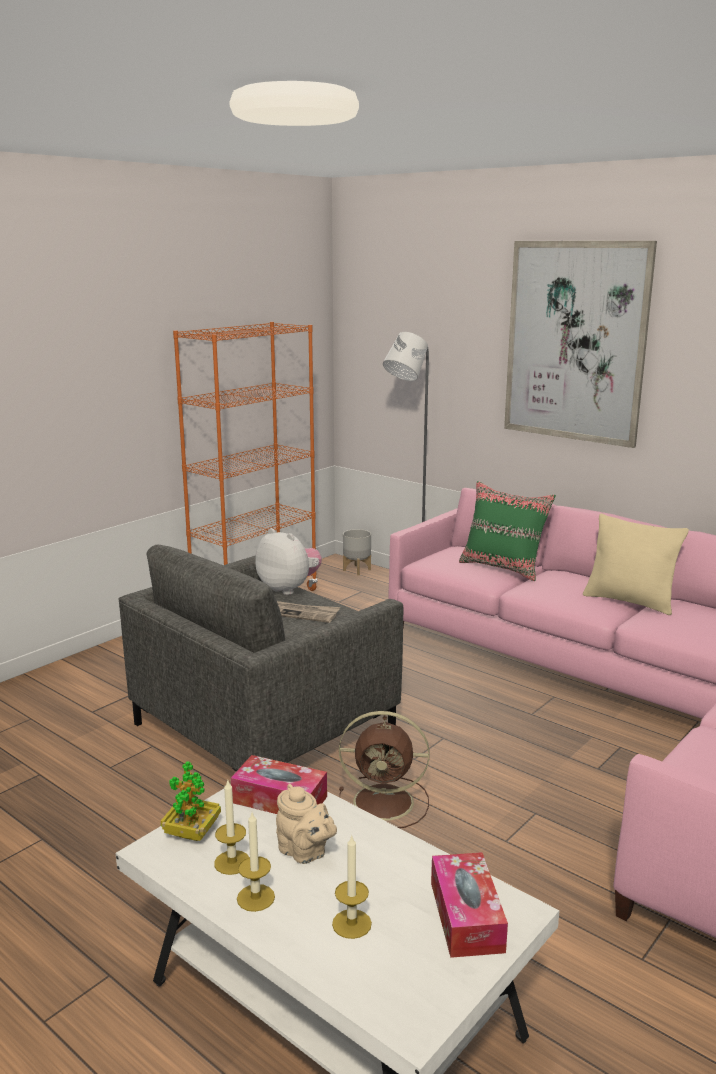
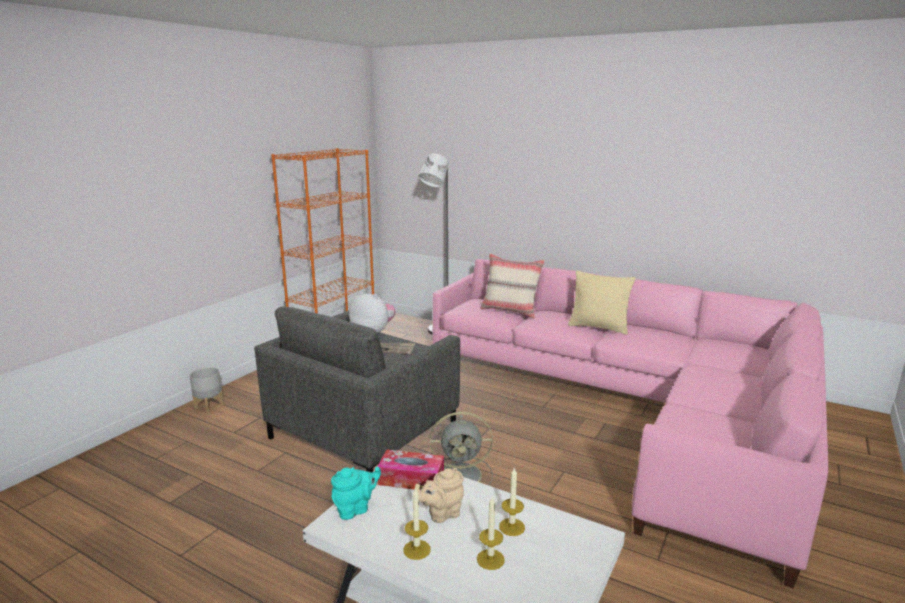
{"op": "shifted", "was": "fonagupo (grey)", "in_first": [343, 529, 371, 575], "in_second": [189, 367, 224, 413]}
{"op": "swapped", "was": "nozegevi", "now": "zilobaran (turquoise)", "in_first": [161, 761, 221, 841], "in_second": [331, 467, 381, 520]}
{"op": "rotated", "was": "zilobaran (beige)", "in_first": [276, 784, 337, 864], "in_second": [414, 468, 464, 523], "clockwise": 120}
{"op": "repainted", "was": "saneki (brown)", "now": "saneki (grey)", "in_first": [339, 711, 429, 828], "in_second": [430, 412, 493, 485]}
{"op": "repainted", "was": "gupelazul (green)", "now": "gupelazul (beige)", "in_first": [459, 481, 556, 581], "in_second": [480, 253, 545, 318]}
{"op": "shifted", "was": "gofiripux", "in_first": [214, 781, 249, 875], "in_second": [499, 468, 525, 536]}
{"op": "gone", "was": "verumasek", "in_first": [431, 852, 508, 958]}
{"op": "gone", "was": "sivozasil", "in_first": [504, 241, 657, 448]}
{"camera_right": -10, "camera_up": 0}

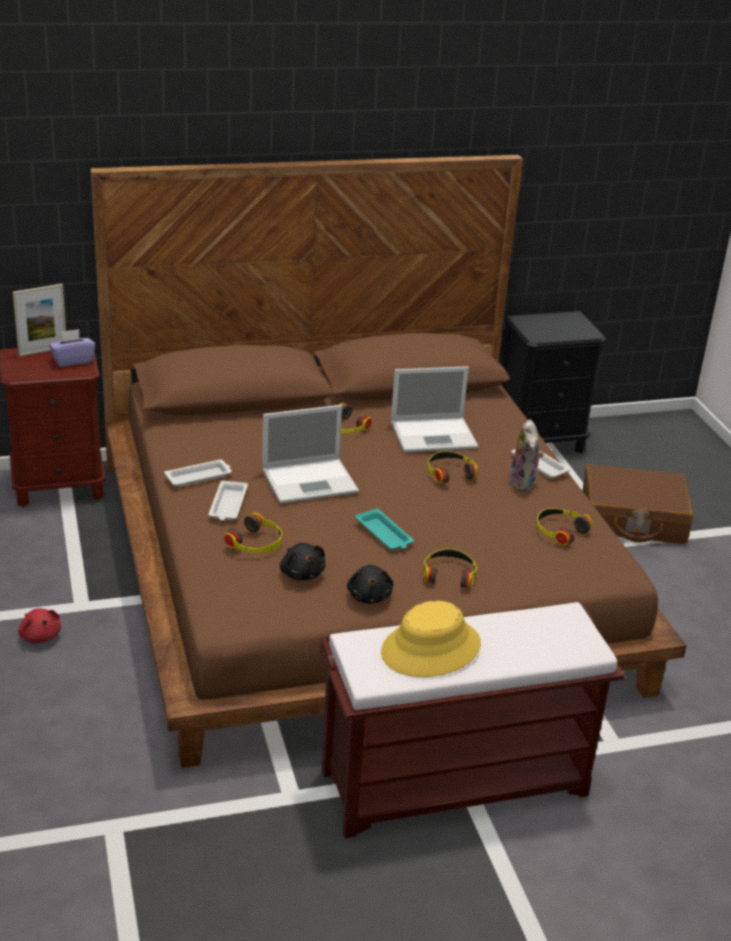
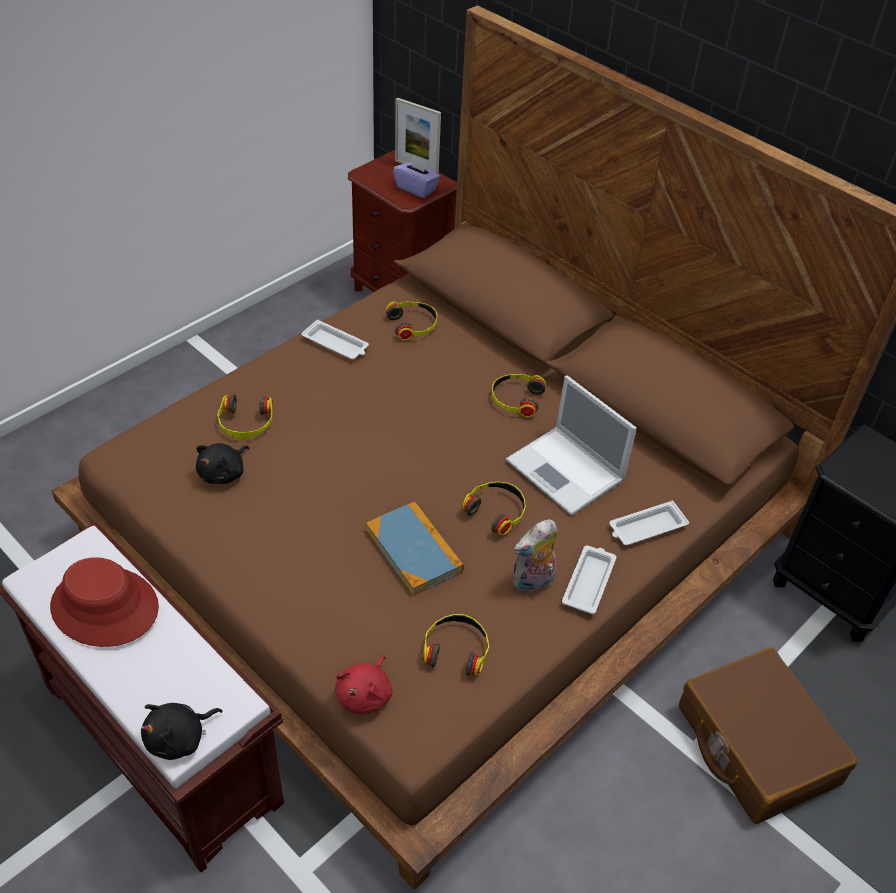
{"op": "repainted", "was": "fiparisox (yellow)", "now": "fiparisox (red)", "in_first": [381, 601, 481, 677], "in_second": [50, 557, 159, 647]}
{"op": "shifted", "was": "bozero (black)", "in_first": [347, 565, 393, 603], "in_second": [141, 703, 222, 760]}
{"op": "shifted", "was": "bozero (red)", "in_first": [18, 608, 61, 644], "in_second": [335, 655, 393, 714]}
{"op": "new", "now": "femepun", "in_second": [366, 501, 464, 596]}
{"op": "shifted", "was": "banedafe", "in_first": [424, 549, 477, 588], "in_second": [386, 301, 438, 341]}
{"op": "shifted", "was": "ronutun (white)", "in_first": [209, 480, 248, 520], "in_second": [609, 500, 689, 546]}
{"op": "gone", "was": "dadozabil", "in_first": [262, 405, 359, 504]}
{"op": "gone", "was": "ronutun (turquoise)", "in_first": [355, 508, 414, 550]}
{"camera_right": 60, "camera_up": 15}

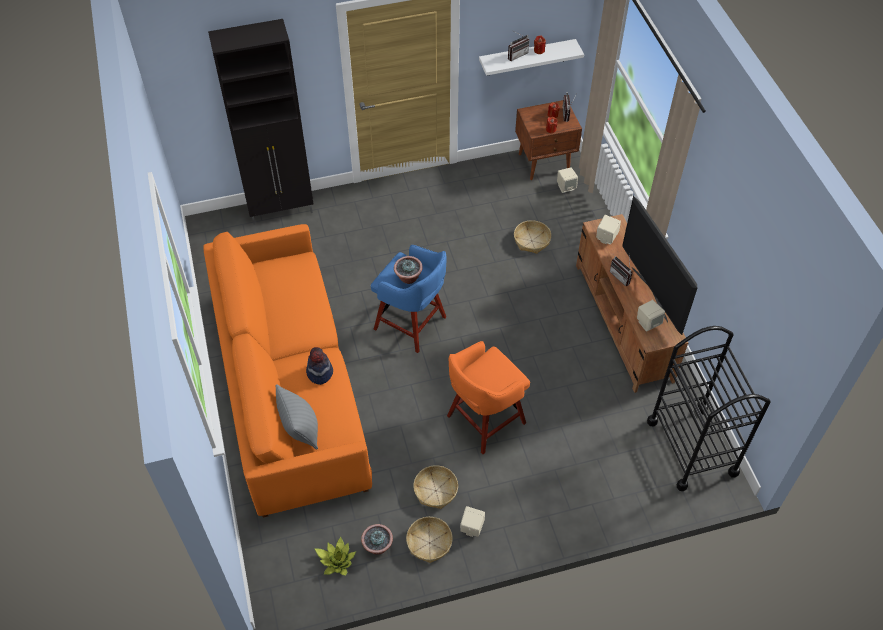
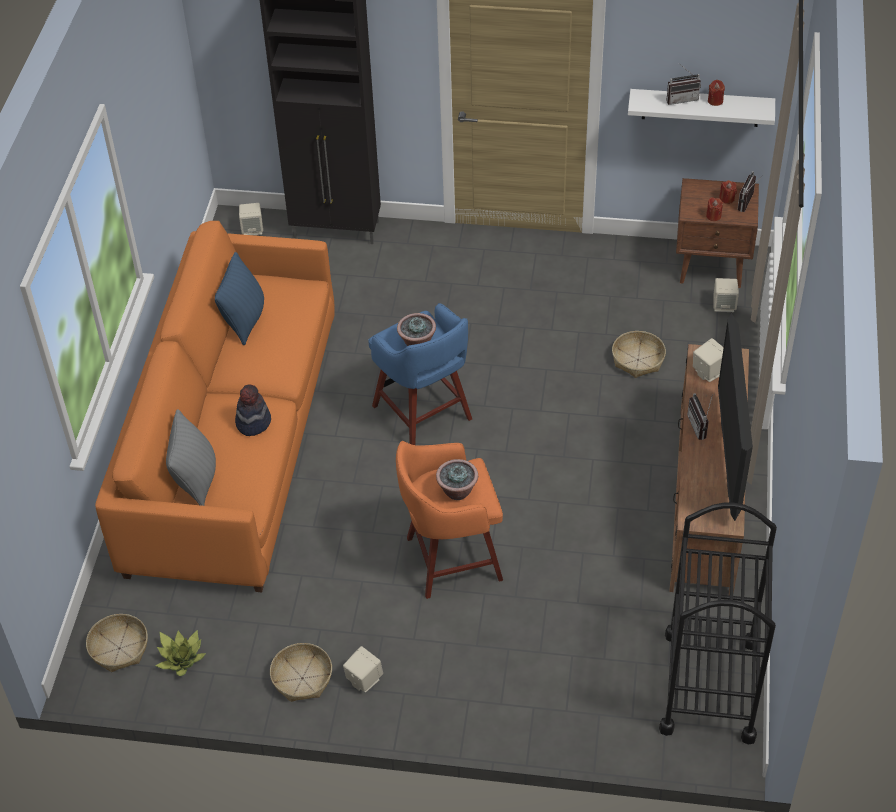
{"op": "shifted", "was": "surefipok", "in_first": [413, 465, 458, 509], "in_second": [86, 614, 148, 672]}
{"op": "new", "now": "gupelazul (blue)", "in_second": [215, 252, 264, 345]}
{"op": "shifted", "was": "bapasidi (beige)", "in_first": [637, 300, 665, 332], "in_second": [239, 203, 263, 235]}
{"op": "shifted", "was": "nozegevi", "in_first": [361, 524, 393, 555], "in_second": [436, 459, 478, 500]}
{"camera_right": 25, "camera_up": -5}

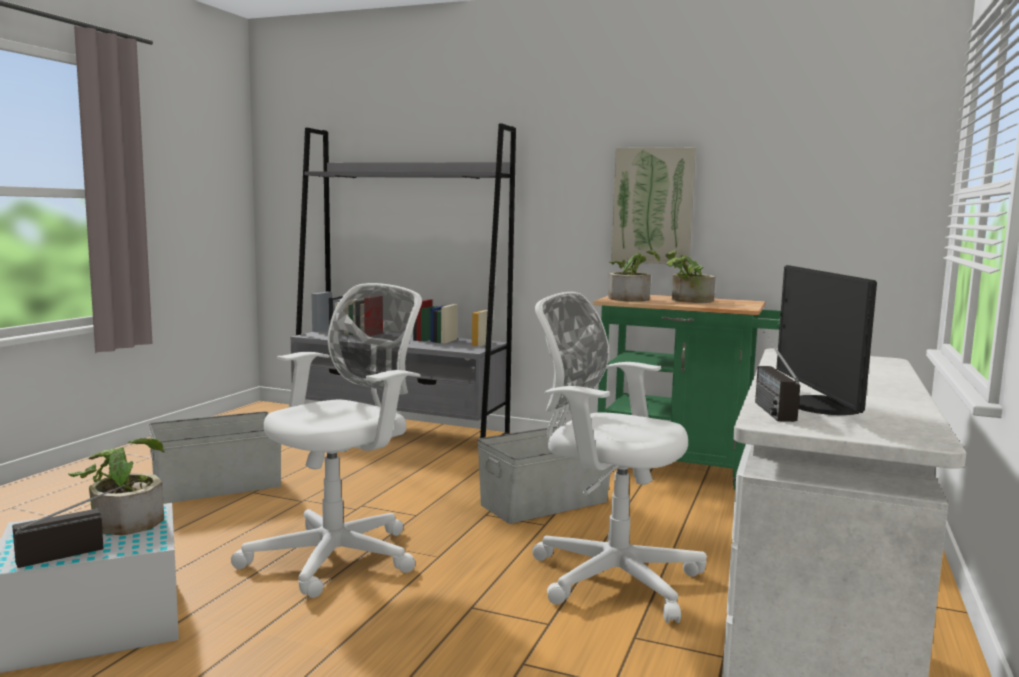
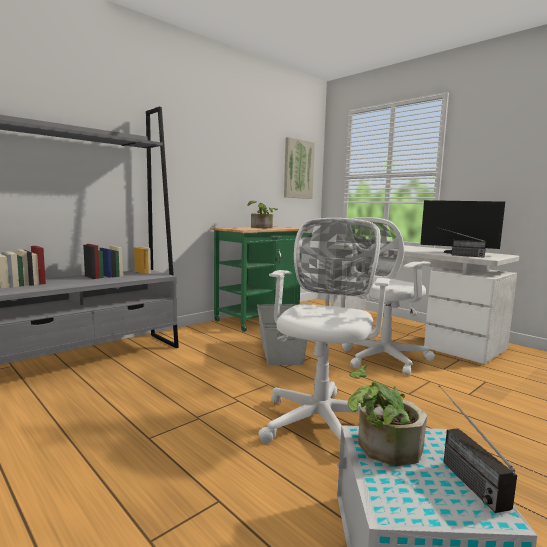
{"op": "rotated", "was": "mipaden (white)", "in_first": [231, 283, 422, 598], "in_second": [259, 218, 391, 444], "clockwise": 45}
{"op": "shifted", "was": "sivozasil", "in_first": [611, 147, 696, 265], "in_second": [284, 137, 315, 199]}
{"op": "gone", "was": "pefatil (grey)", "in_first": [149, 411, 281, 504]}
{"op": "gone", "was": "nozegevi", "in_first": [609, 250, 660, 302]}
{"camera_right": -65, "camera_up": 0}

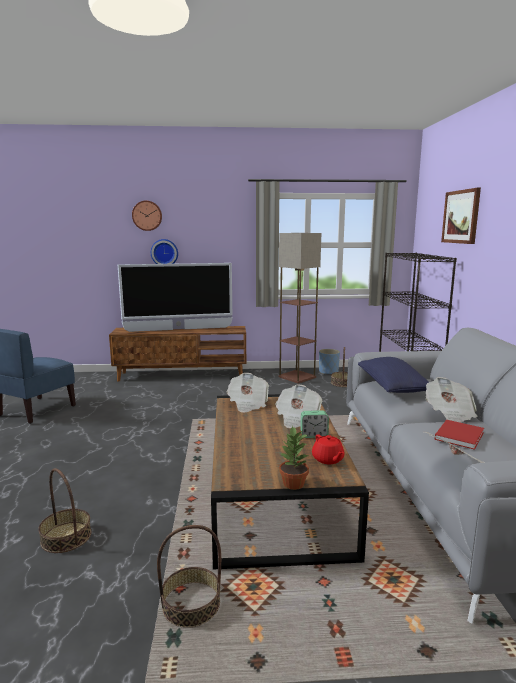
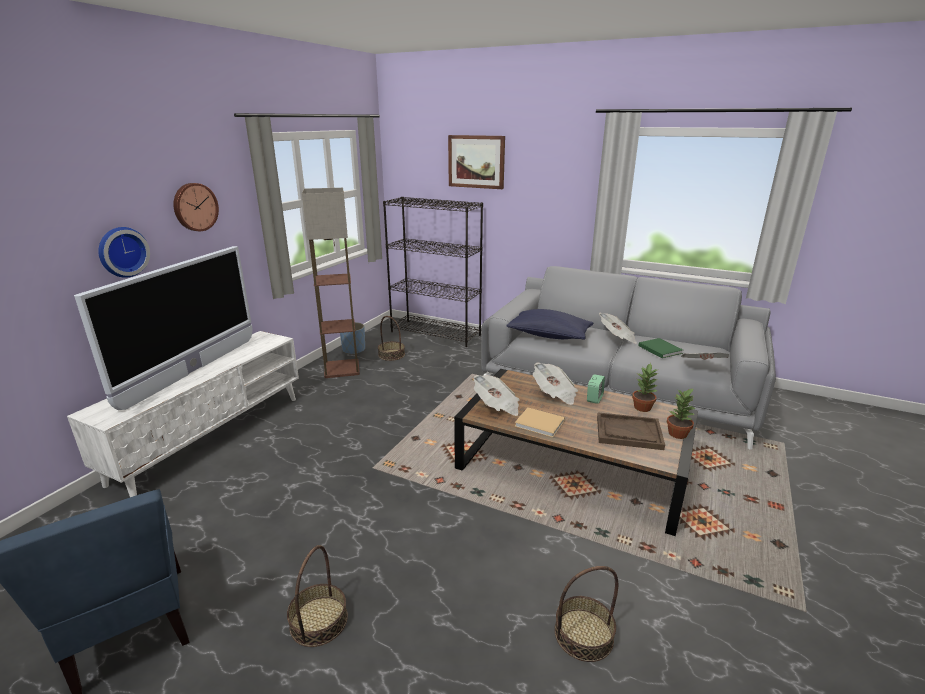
{"op": "repainted", "was": "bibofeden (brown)", "now": "bibofeden (white)", "in_first": [109, 326, 246, 382], "in_second": [67, 331, 299, 497]}
{"op": "shifted", "was": "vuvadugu", "in_first": [132, 201, 162, 231], "in_second": [173, 183, 219, 231]}
{"op": "shifted", "was": "surefipok", "in_first": [157, 525, 221, 628], "in_second": [287, 545, 348, 647]}
{"op": "new", "now": "femepun (beige)", "in_second": [515, 407, 565, 438]}
{"op": "new", "now": "ronutun (brown)", "in_second": [597, 412, 665, 450]}
{"op": "swapped", "was": "zilobaran (red)", "now": "nozegevi", "in_first": [312, 434, 344, 464], "in_second": [632, 363, 658, 412]}
{"op": "repainted", "was": "femepun (red)", "now": "femepun (green)", "in_first": [435, 420, 484, 450], "in_second": [638, 338, 683, 358]}
{"camera_right": -60, "camera_up": 10}

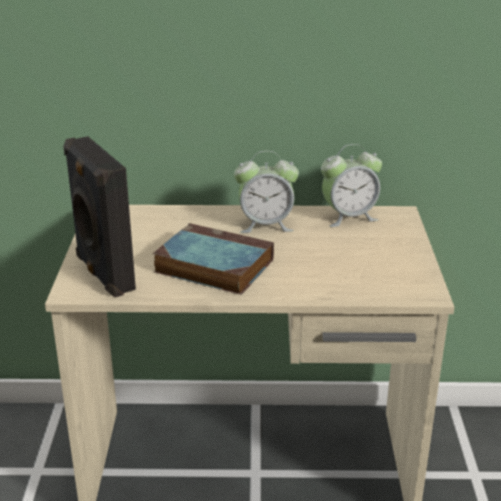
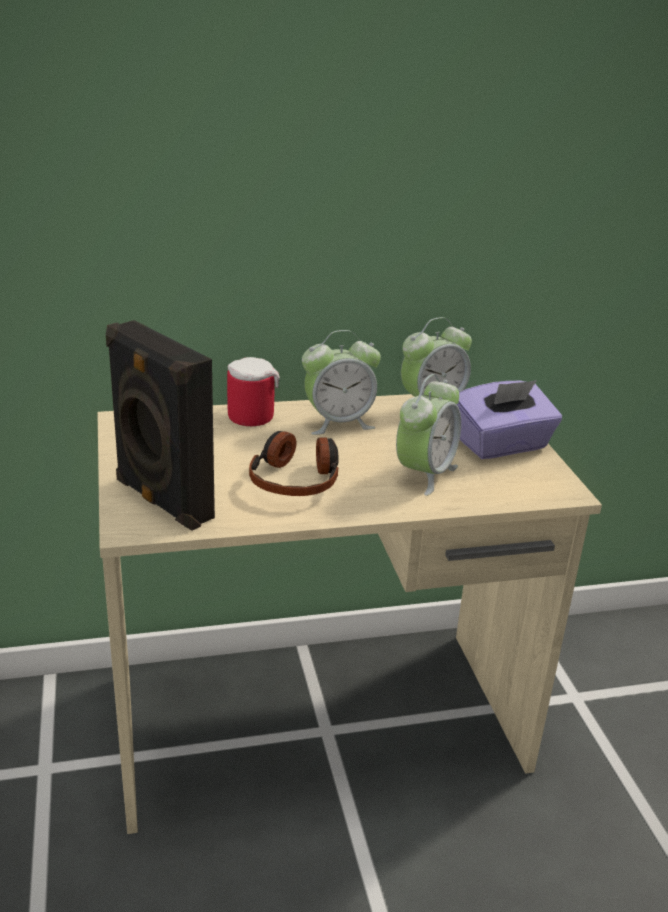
{"op": "new", "now": "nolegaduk", "in_second": [227, 357, 280, 426]}
{"op": "swapped", "was": "femepun", "now": "banedafe", "in_first": [153, 223, 274, 295], "in_second": [249, 431, 339, 496]}
{"op": "new", "now": "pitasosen", "in_second": [396, 374, 461, 496]}
{"op": "new", "now": "verumasek (purple)", "in_second": [457, 380, 562, 459]}
{"camera_right": -15, "camera_up": 0}

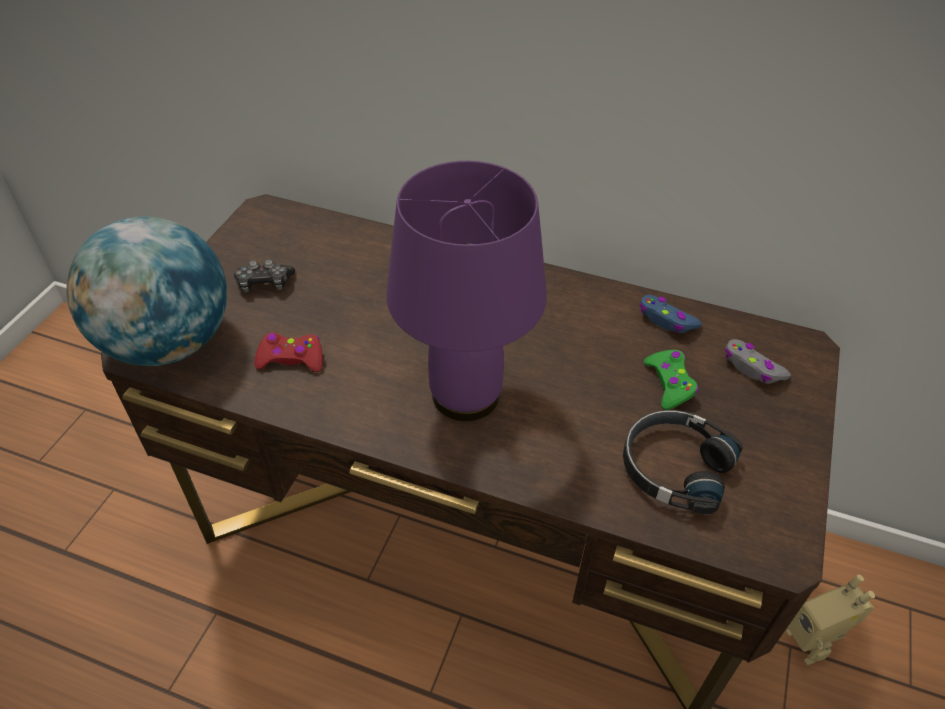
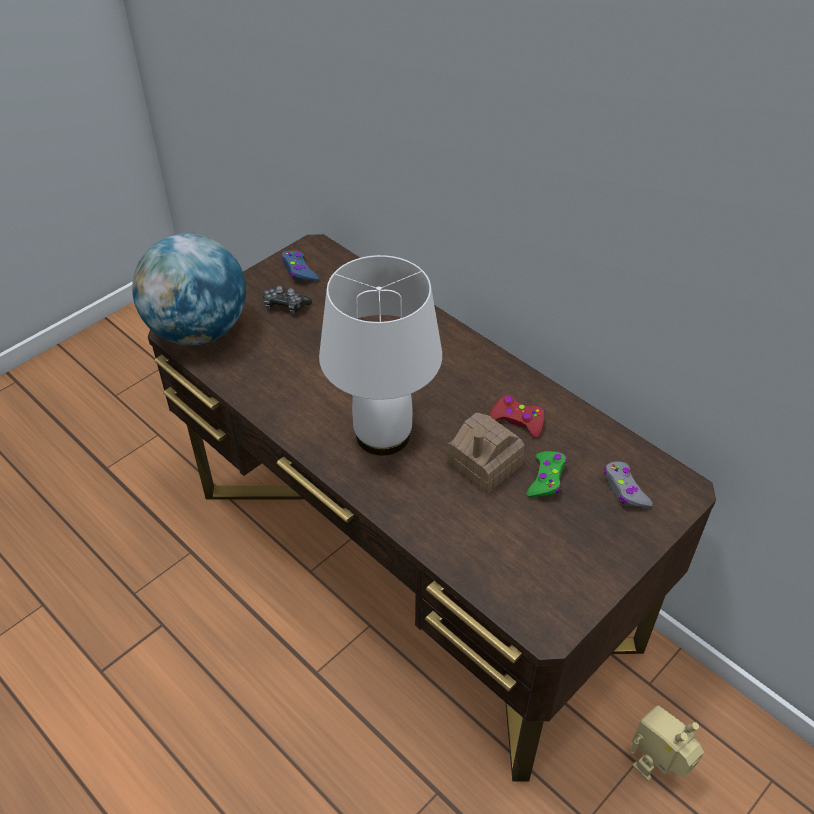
{"op": "shifted", "was": "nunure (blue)", "in_first": [639, 295, 702, 333], "in_second": [281, 251, 318, 282]}
{"op": "repainted", "was": "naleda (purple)", "now": "naleda (white)", "in_first": [386, 161, 547, 421], "in_second": [319, 255, 442, 455]}
{"op": "new", "now": "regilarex", "in_second": [447, 413, 524, 494]}
{"op": "shifted", "was": "nunure (red)", "in_first": [254, 332, 322, 372], "in_second": [489, 395, 545, 438]}
{"op": "rotated", "was": "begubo", "in_first": [786, 574, 875, 666], "in_second": [630, 706, 704, 781], "clockwise": 45}
{"op": "gone", "was": "banedafe (black)", "in_first": [623, 410, 743, 514]}
{"camera_right": 25, "camera_up": 0}

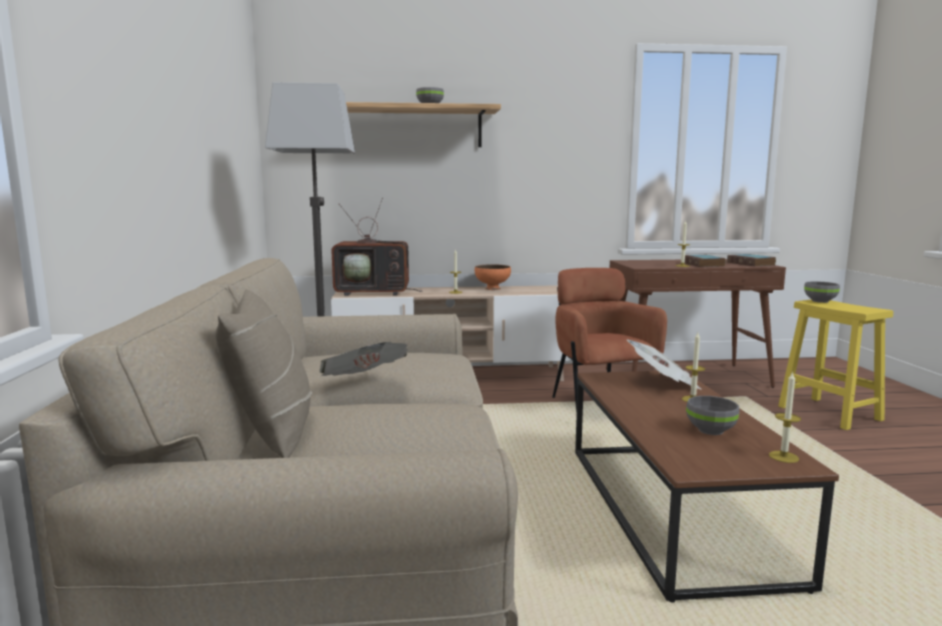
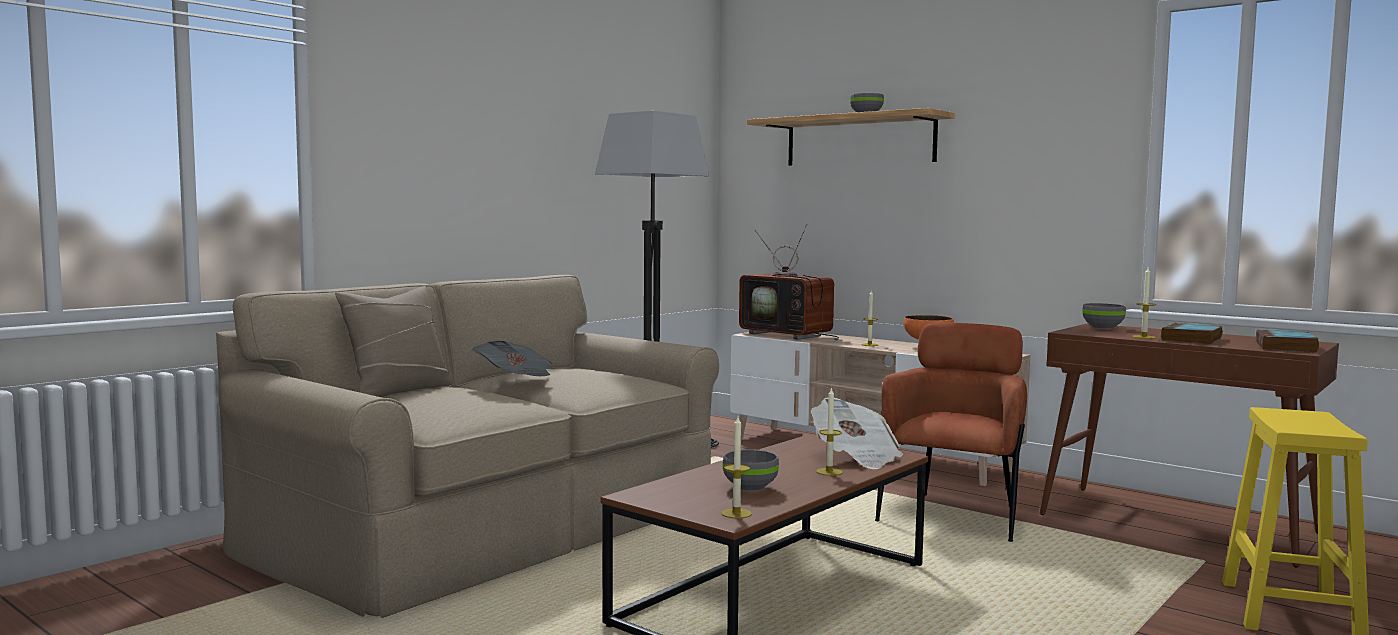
{"op": "shifted", "was": "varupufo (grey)", "in_first": [804, 281, 840, 303], "in_second": [1082, 303, 1126, 329]}
{"camera_right": 45, "camera_up": -5}

